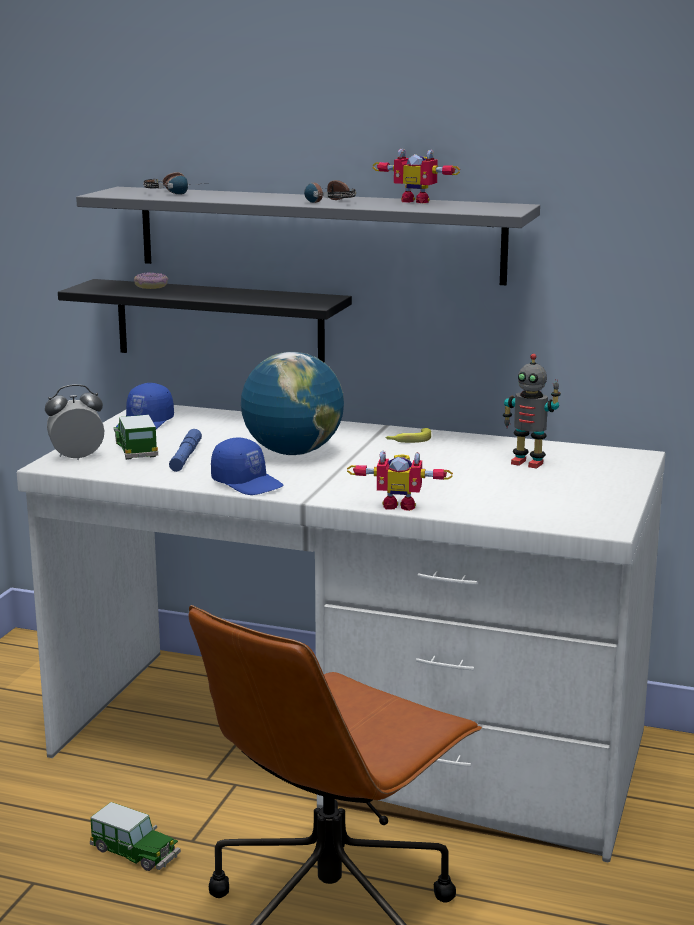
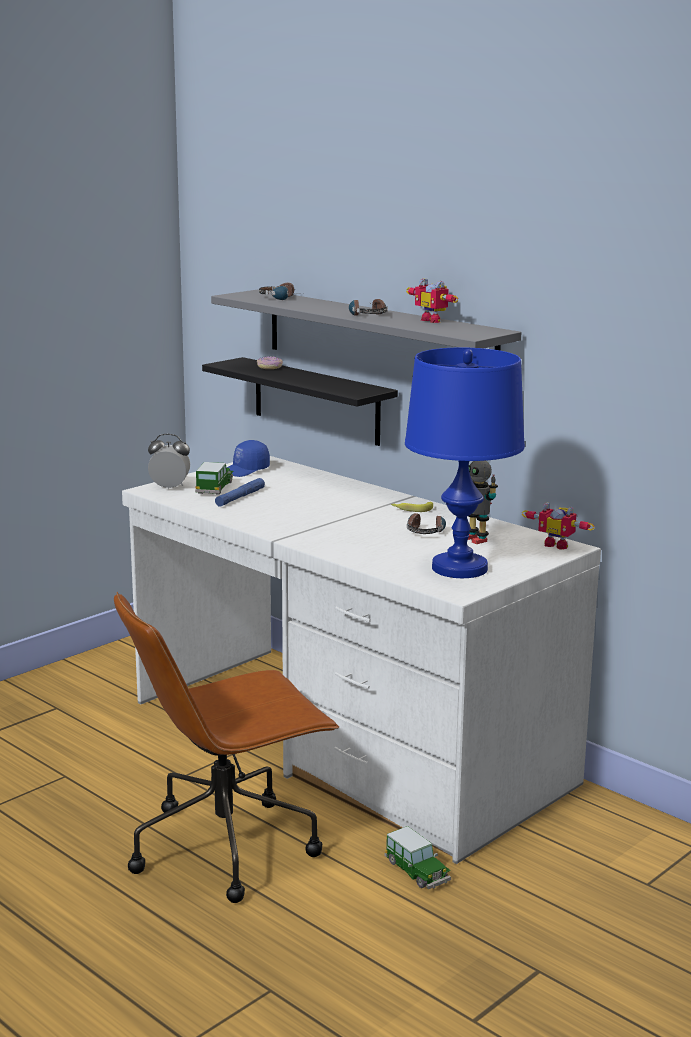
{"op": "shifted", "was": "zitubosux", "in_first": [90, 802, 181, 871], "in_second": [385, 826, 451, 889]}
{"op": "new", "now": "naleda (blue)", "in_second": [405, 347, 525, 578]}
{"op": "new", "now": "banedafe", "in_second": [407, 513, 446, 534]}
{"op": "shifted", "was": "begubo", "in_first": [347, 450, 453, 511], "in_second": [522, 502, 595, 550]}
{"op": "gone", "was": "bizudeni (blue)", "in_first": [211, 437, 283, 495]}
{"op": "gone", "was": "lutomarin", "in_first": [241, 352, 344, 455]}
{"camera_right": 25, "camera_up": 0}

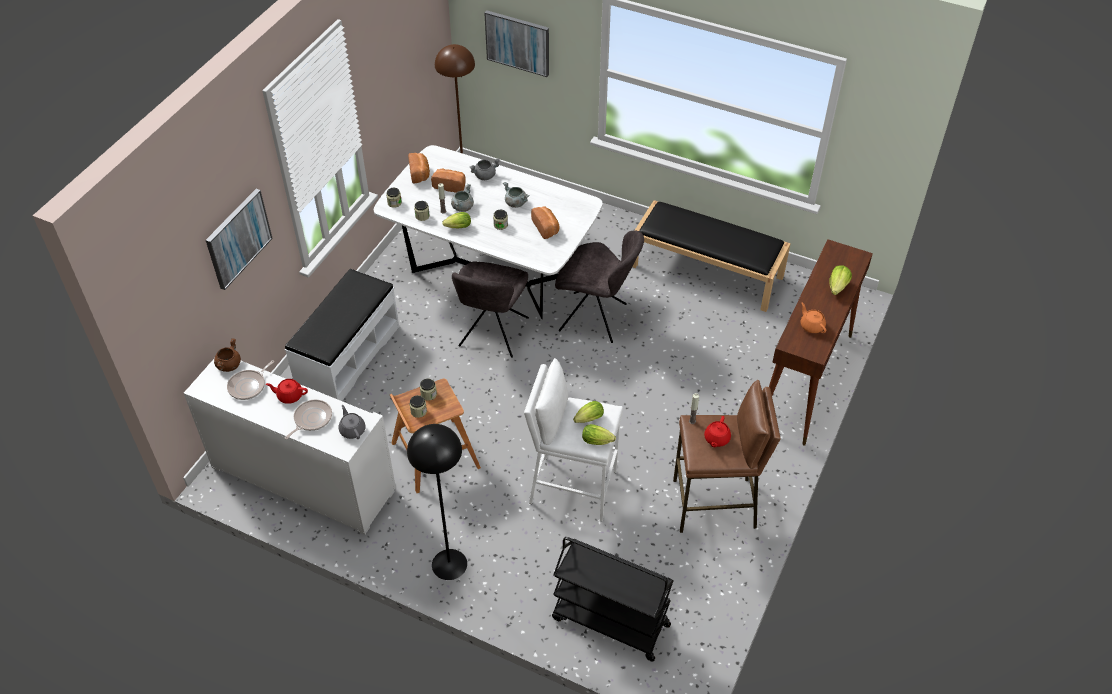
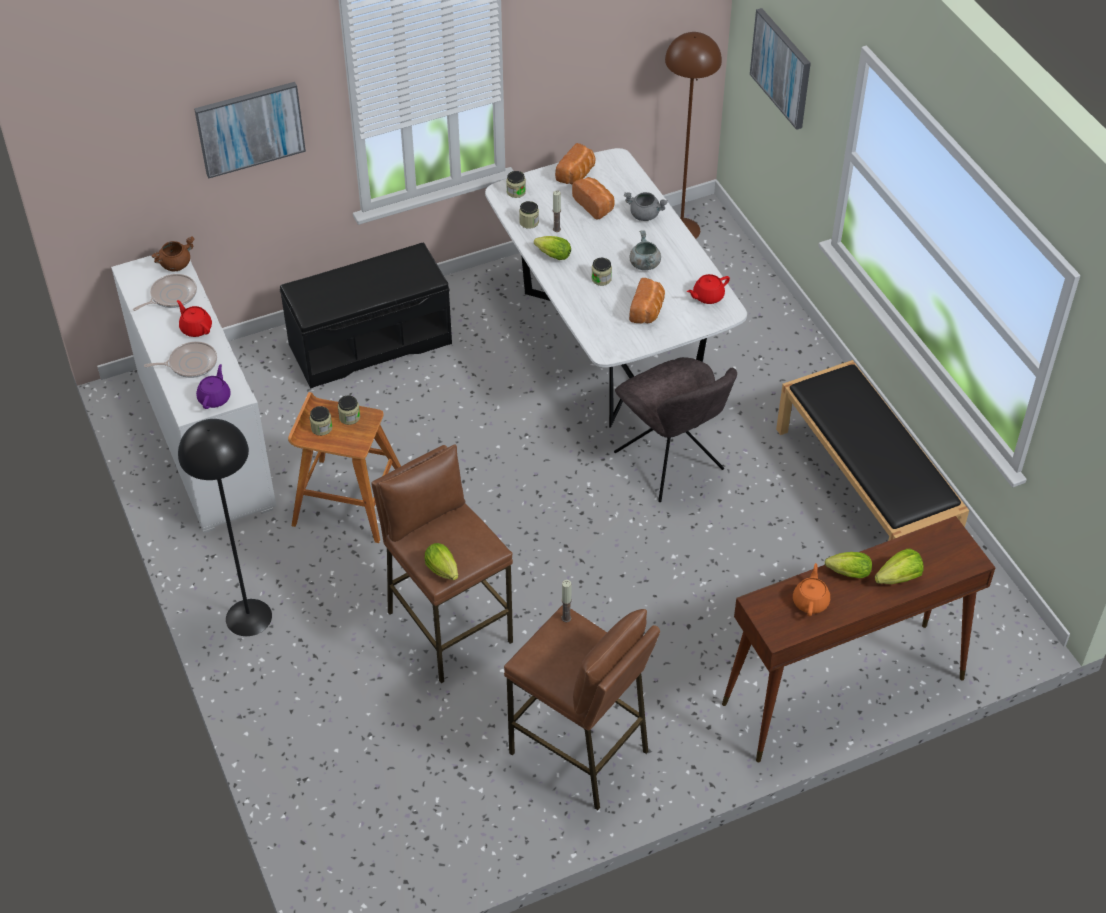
{"op": "rotated", "was": "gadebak", "in_first": [227, 361, 274, 400], "in_second": [133, 274, 197, 311], "clockwise": 150}
{"op": "repainted", "was": "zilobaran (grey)", "now": "zilobaran (purple)", "in_first": [339, 405, 366, 439], "in_second": [196, 364, 231, 409]}
{"op": "repainted", "was": "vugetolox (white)", "now": "vugetolox (black)", "in_first": [285, 269, 399, 401], "in_second": [280, 243, 452, 388]}
{"op": "repainted", "was": "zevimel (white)", "now": "zevimel (brown)", "in_first": [524, 358, 623, 522], "in_second": [371, 444, 513, 683]}
{"op": "shifted", "was": "zilobaran (red)", "in_first": [704, 416, 731, 447], "in_second": [687, 274, 730, 304]}
{"op": "shifted", "was": "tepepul", "in_first": [573, 401, 604, 423], "in_second": [825, 552, 872, 579]}
{"op": "gone", "was": "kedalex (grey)", "in_first": [451, 184, 474, 212]}
{"op": "gone", "was": "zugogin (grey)", "in_first": [452, 261, 529, 358]}
{"op": "gone", "was": "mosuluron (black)", "in_first": [552, 537, 674, 662]}
{"camera_right": 40, "camera_up": 0}

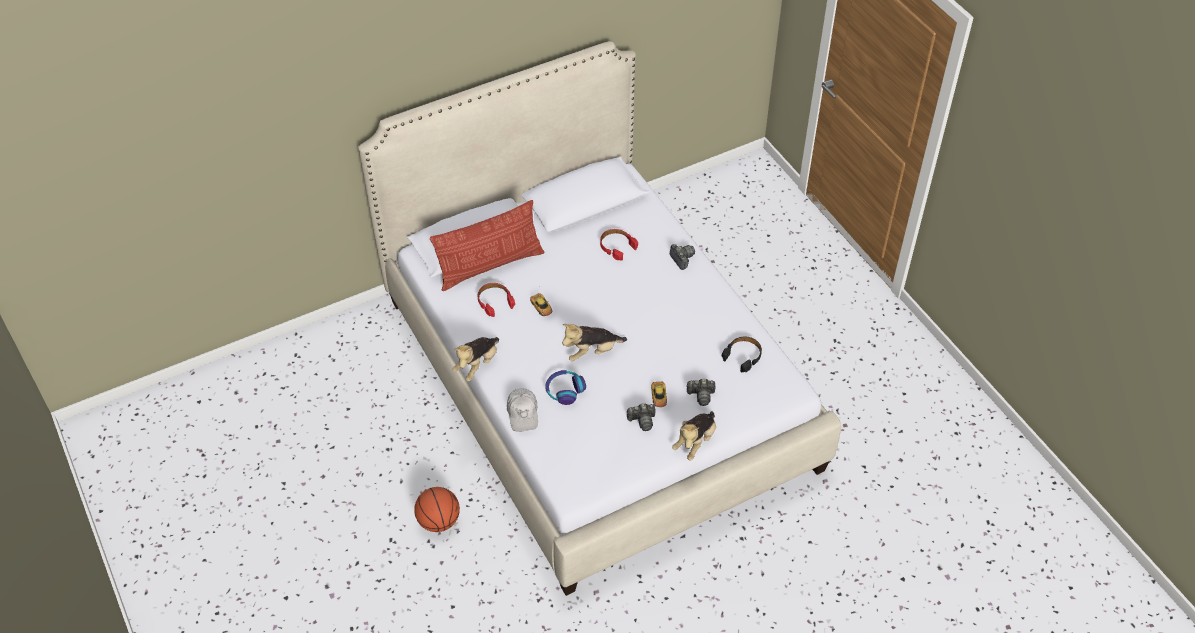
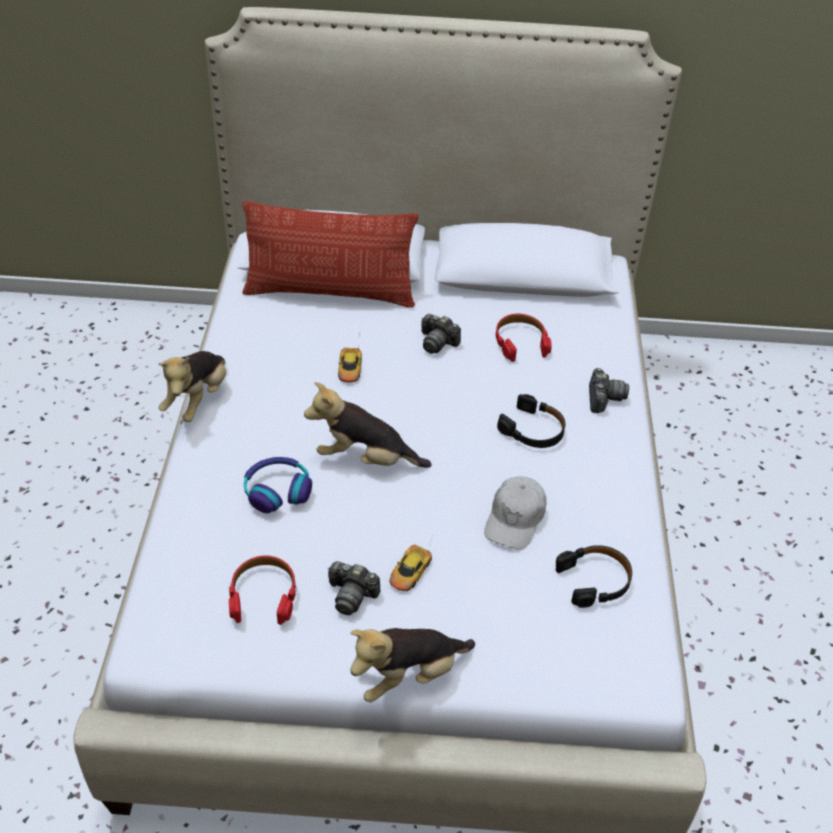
{"op": "rotated", "was": "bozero", "in_first": [453, 337, 499, 381], "in_second": [159, 351, 226, 422], "clockwise": -45}
{"op": "shifted", "was": "banedafe (red)", "in_first": [478, 283, 515, 317], "in_second": [229, 555, 297, 625]}
{"op": "shifted", "was": "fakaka", "in_first": [686, 379, 715, 406], "in_second": [421, 314, 461, 354]}
{"op": "shifted", "was": "bizudeni (white)", "in_first": [507, 388, 538, 432], "in_second": [484, 476, 546, 550]}
{"op": "new", "now": "banedafe (black)", "in_second": [497, 394, 565, 448]}
{"op": "gone", "was": "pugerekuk", "in_first": [414, 487, 460, 532]}
{"camera_right": 30, "camera_up": -5}

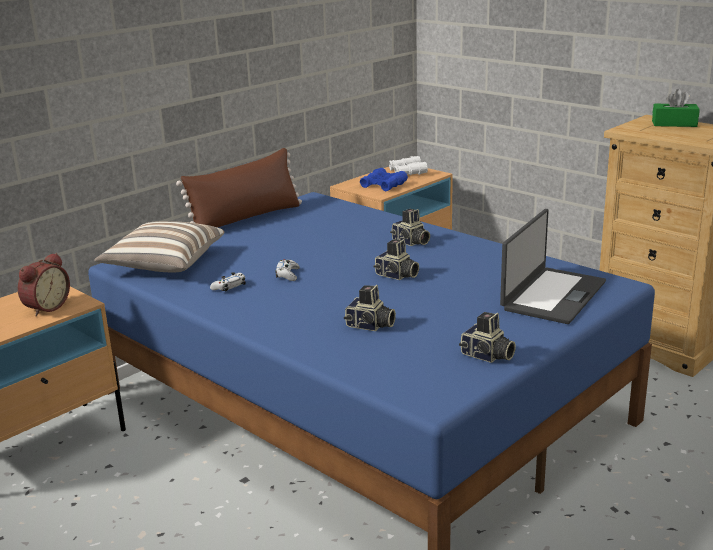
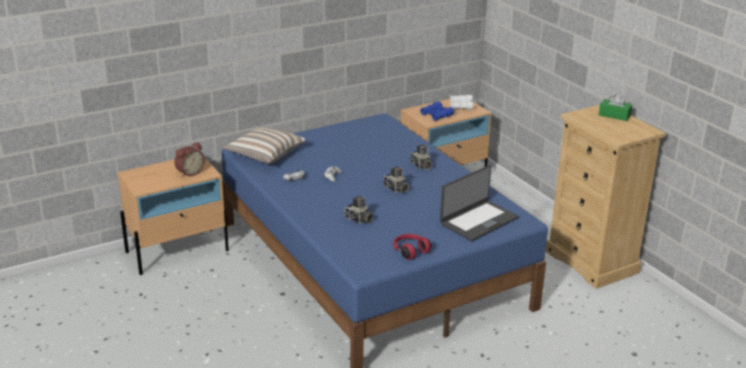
{"op": "swapped", "was": "fakaka", "now": "banedafe (red)", "in_first": [459, 312, 516, 363], "in_second": [393, 234, 432, 260]}
{"op": "gone", "was": "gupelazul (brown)", "in_first": [176, 148, 302, 228]}
{"camera_right": 15, "camera_up": 5}

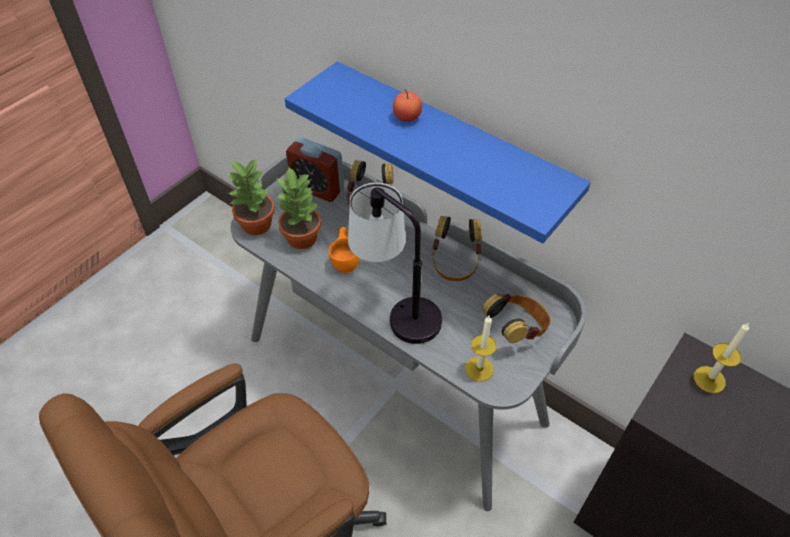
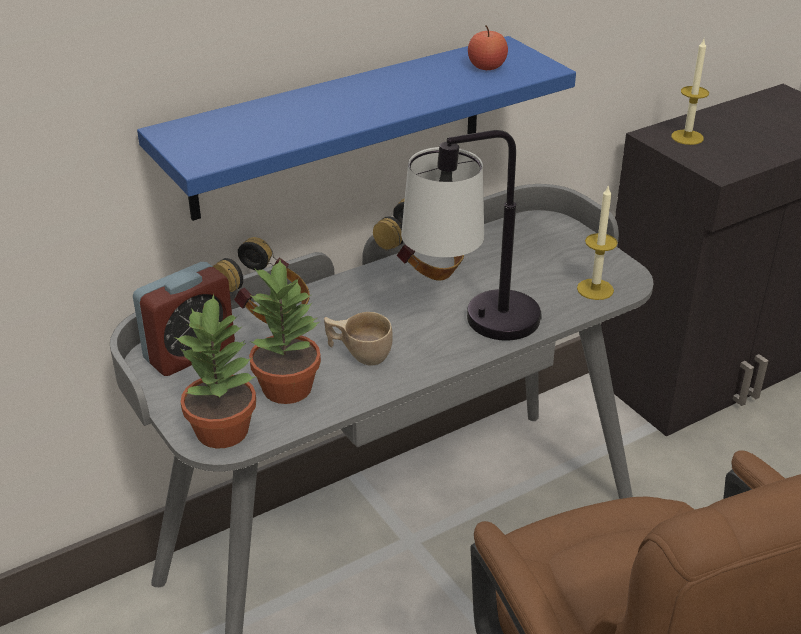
{"op": "repainted", "was": "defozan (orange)", "now": "defozan (beige)", "in_first": [329, 227, 360, 273], "in_second": [324, 312, 393, 366]}
{"op": "shifted", "was": "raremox", "in_first": [393, 89, 422, 122], "in_second": [468, 25, 508, 70]}
{"op": "gone", "was": "banedafe", "in_first": [482, 294, 551, 343]}
{"camera_right": -70, "camera_up": -15}

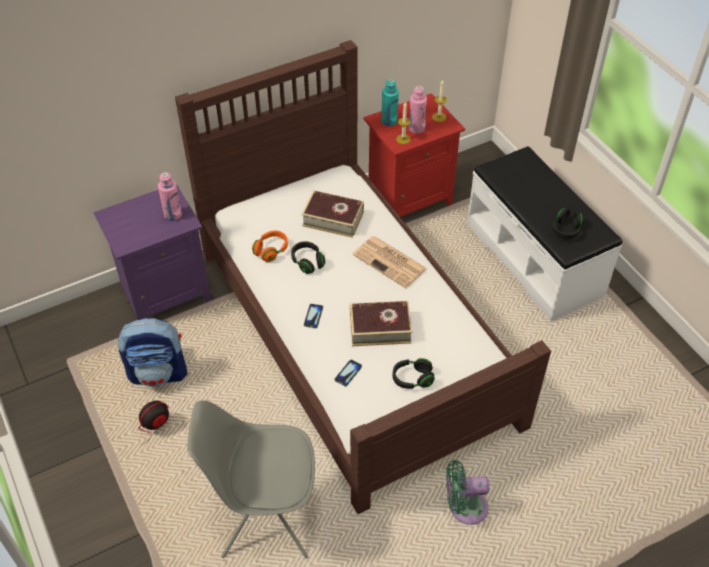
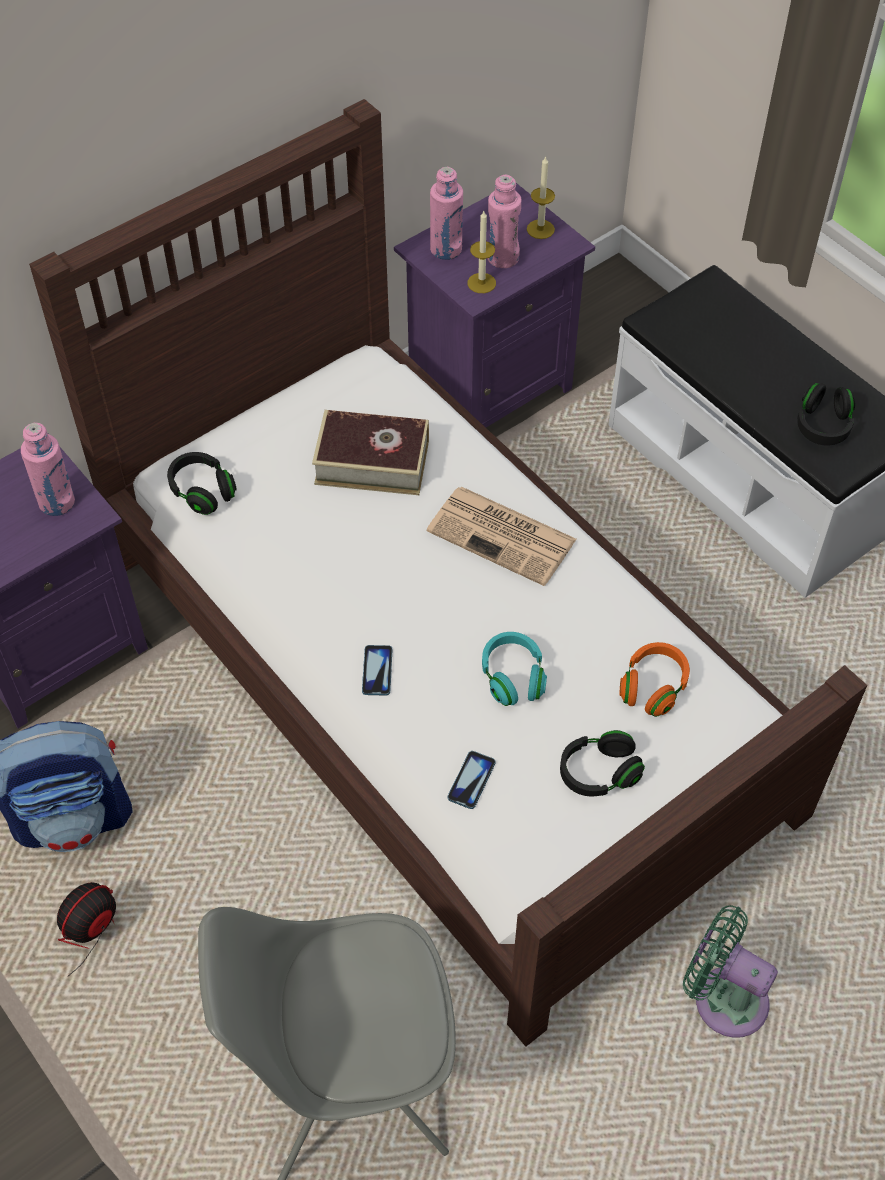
{"op": "shifted", "was": "banedafe (black)", "in_first": [291, 241, 325, 274], "in_second": [167, 452, 237, 515]}
{"op": "repainted", "was": "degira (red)", "now": "degira (purple)", "in_first": [363, 93, 465, 217], "in_second": [394, 183, 595, 427]}
{"op": "repainted", "was": "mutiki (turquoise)", "now": "mutiki (pink)", "in_first": [381, 79, 399, 126], "in_second": [430, 167, 463, 260]}
{"op": "swapped", "was": "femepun", "now": "banedafe (turquoise)", "in_first": [350, 301, 412, 346], "in_second": [482, 632, 547, 706]}
{"op": "shifted", "was": "banedafe (orange)", "in_first": [252, 231, 288, 262], "in_second": [619, 642, 690, 717]}
{"op": "rotated", "was": "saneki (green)", "in_first": [446, 460, 489, 525], "in_second": [683, 905, 778, 1038], "clockwise": 45}
{"camera_right": -10, "camera_up": 5}

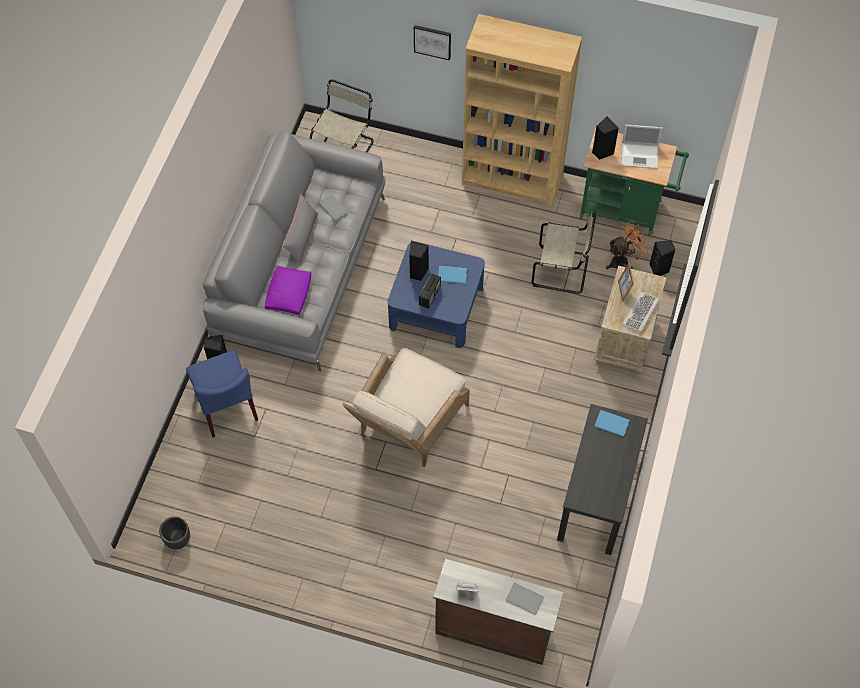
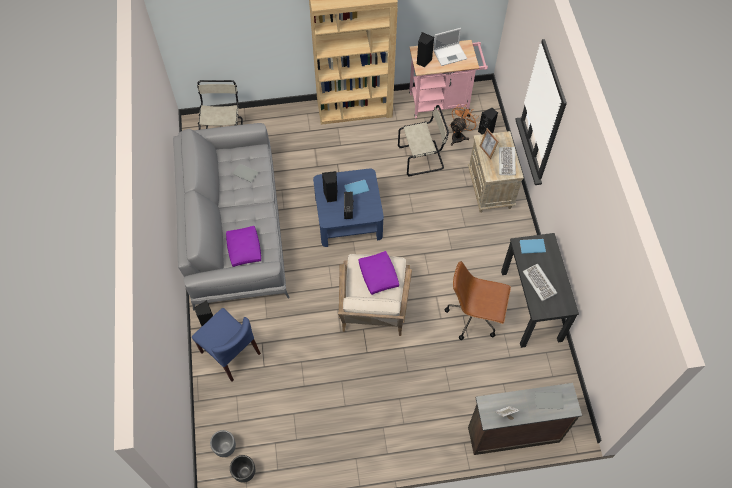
{"op": "new", "now": "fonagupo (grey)", "in_second": [210, 430, 236, 457]}
{"op": "new", "now": "gupelazul (purple)", "in_second": [358, 251, 399, 295]}
{"op": "repainted", "was": "mosuluron (green)", "now": "mosuluron (pink)", "in_first": [580, 128, 689, 236], "in_second": [409, 40, 488, 119]}
{"op": "new", "now": "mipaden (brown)", "in_second": [444, 261, 511, 340]}
{"op": "new", "now": "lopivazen", "in_second": [523, 264, 557, 301]}
{"op": "gone", "was": "gupelazul (grey)", "in_first": [282, 194, 318, 265]}
{"op": "gone", "was": "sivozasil", "in_first": [414, 25, 451, 60]}
{"camera_right": -25, "camera_up": 0}

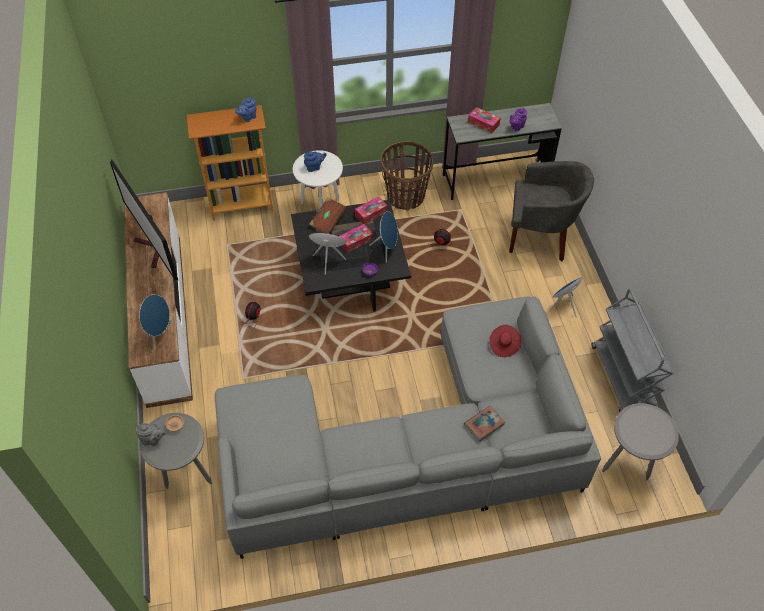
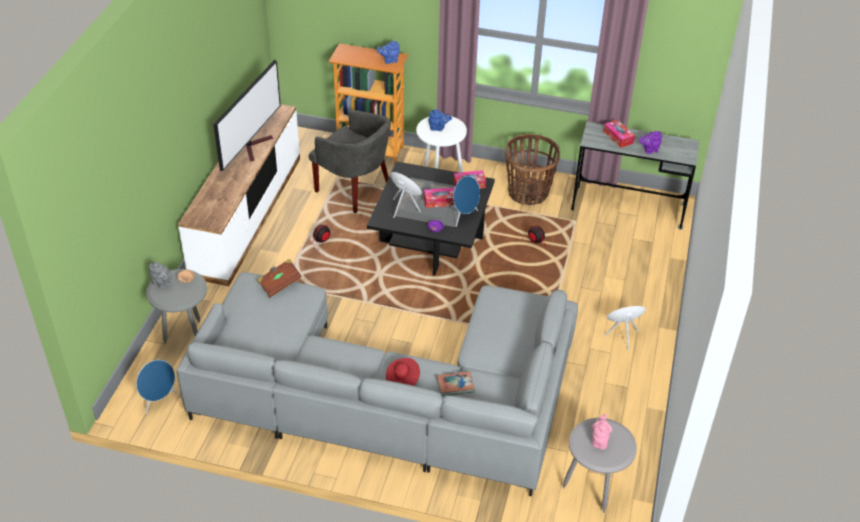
{"op": "shifted", "was": "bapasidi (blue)", "in_first": [139, 294, 172, 349], "in_second": [136, 360, 177, 414]}
{"op": "rotated", "was": "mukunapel", "in_first": [110, 160, 178, 280], "in_second": [213, 60, 281, 171], "clockwise": -150}
{"op": "shifted", "was": "femepun (brown)", "in_first": [309, 197, 347, 234], "in_second": [257, 259, 302, 297]}
{"op": "shifted", "was": "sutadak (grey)", "in_first": [509, 161, 594, 261], "in_second": [309, 110, 391, 213]}
{"op": "shifted", "was": "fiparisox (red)", "in_first": [489, 325, 522, 357], "in_second": [386, 358, 420, 386]}
{"op": "new", "now": "zilobaran (pink)", "in_second": [592, 414, 612, 449]}
{"op": "gone", "was": "mosuluron (grey)", "in_first": [591, 289, 674, 412]}
{"camera_right": 25, "camera_up": -10}

